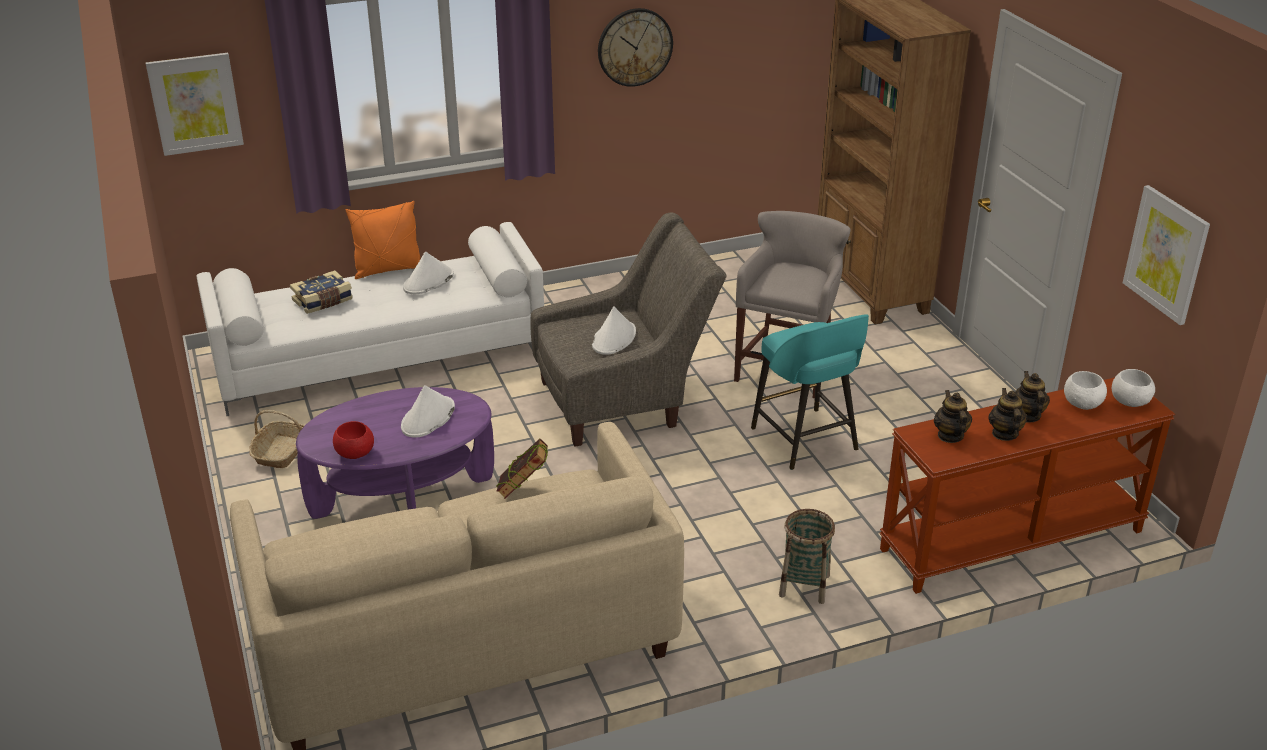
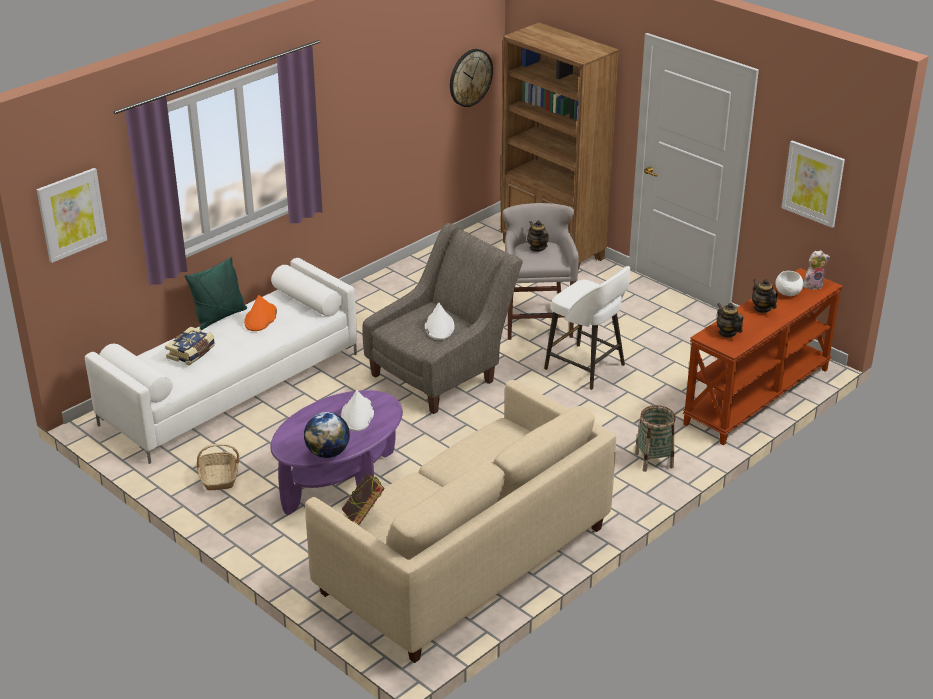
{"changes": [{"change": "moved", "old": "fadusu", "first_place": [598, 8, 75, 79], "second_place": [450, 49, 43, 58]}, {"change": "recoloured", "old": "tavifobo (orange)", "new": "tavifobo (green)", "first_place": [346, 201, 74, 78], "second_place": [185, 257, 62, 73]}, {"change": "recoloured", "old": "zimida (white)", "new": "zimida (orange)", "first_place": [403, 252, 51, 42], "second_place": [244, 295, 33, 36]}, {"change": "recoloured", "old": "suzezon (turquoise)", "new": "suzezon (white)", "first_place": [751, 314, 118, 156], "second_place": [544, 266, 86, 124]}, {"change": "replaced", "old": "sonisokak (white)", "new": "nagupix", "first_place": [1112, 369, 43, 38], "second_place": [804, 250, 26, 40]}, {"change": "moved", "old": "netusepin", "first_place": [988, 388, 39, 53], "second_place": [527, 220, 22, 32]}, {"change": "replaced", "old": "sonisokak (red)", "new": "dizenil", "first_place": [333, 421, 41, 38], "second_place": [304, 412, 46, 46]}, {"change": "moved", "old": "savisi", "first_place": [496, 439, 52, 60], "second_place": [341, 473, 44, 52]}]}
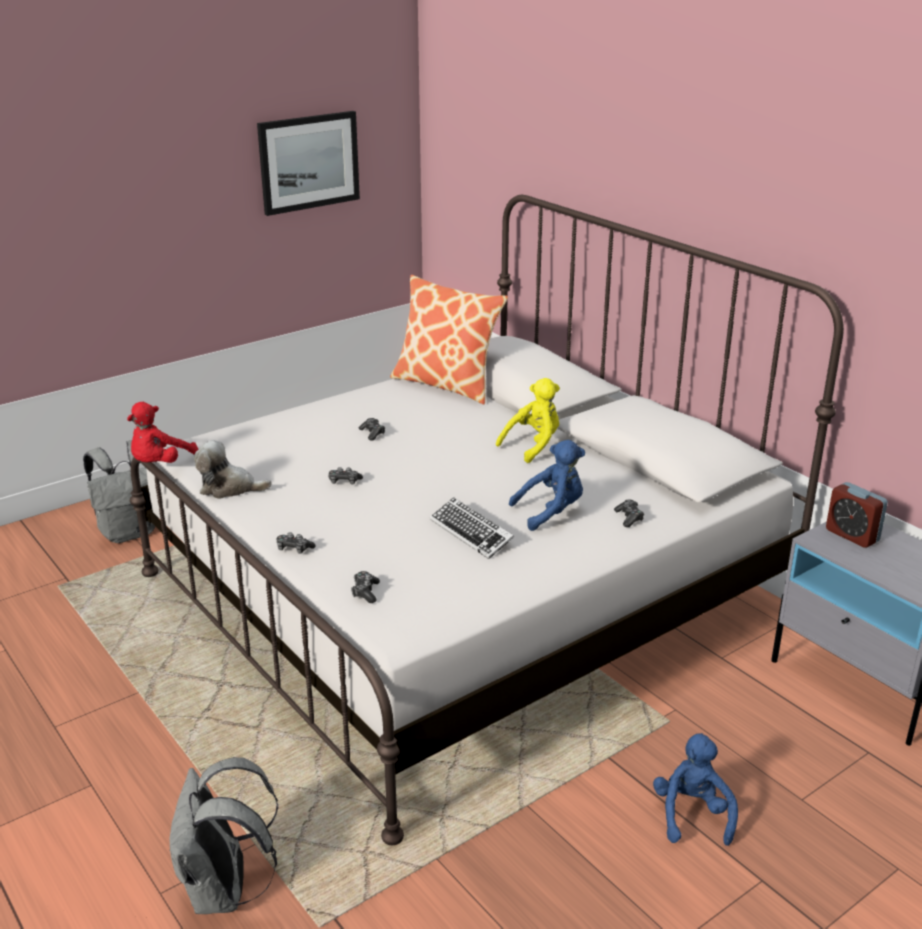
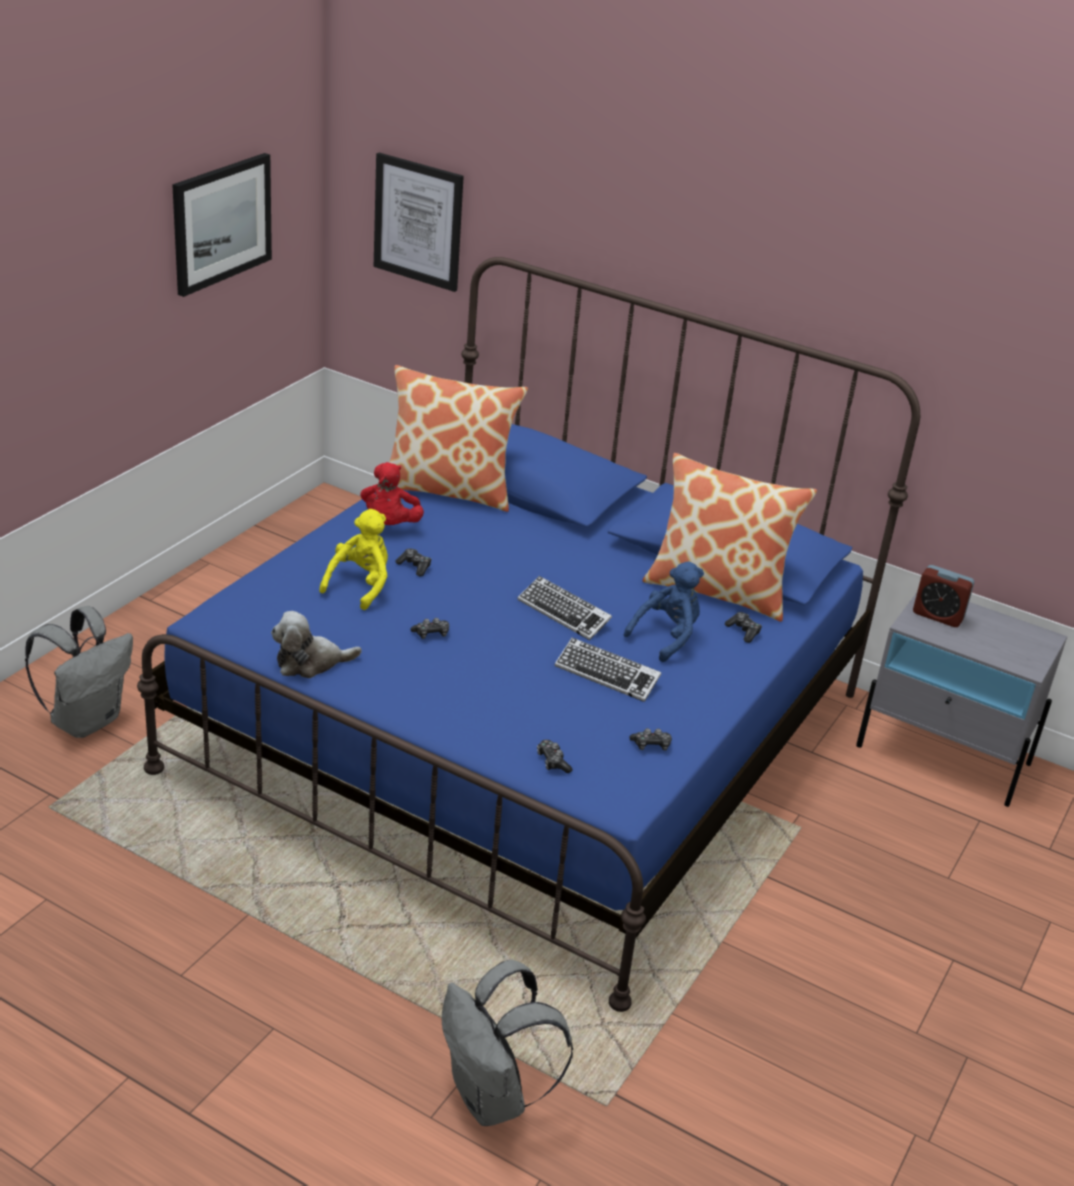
{"changes": [{"change": "recoloured", "old": "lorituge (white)", "new": "lorituge (blue)", "first_place": [130, 195, 714, 650], "second_place": [137, 257, 783, 755]}, {"change": "moved", "old": "nagupix (yellow)", "first_place": [496, 378, 64, 85], "second_place": [319, 509, 69, 101]}, {"change": "moved", "old": "nagupix (red)", "first_place": [127, 402, 72, 61], "second_place": [360, 462, 64, 63]}, {"change": "moved", "old": "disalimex", "first_place": [277, 532, 39, 22], "second_place": [629, 728, 43, 23]}, {"change": "removed", "old": "nagupix (blue)", "first_place": [653, 733, 85, 113]}, {"change": "added", "new": "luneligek", "second_place": [374, 153, 90, 139]}, {"change": "added", "new": "tavifobo", "second_place": [642, 453, 175, 169]}, {"change": "added", "new": "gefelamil", "second_place": [517, 576, 95, 64]}]}
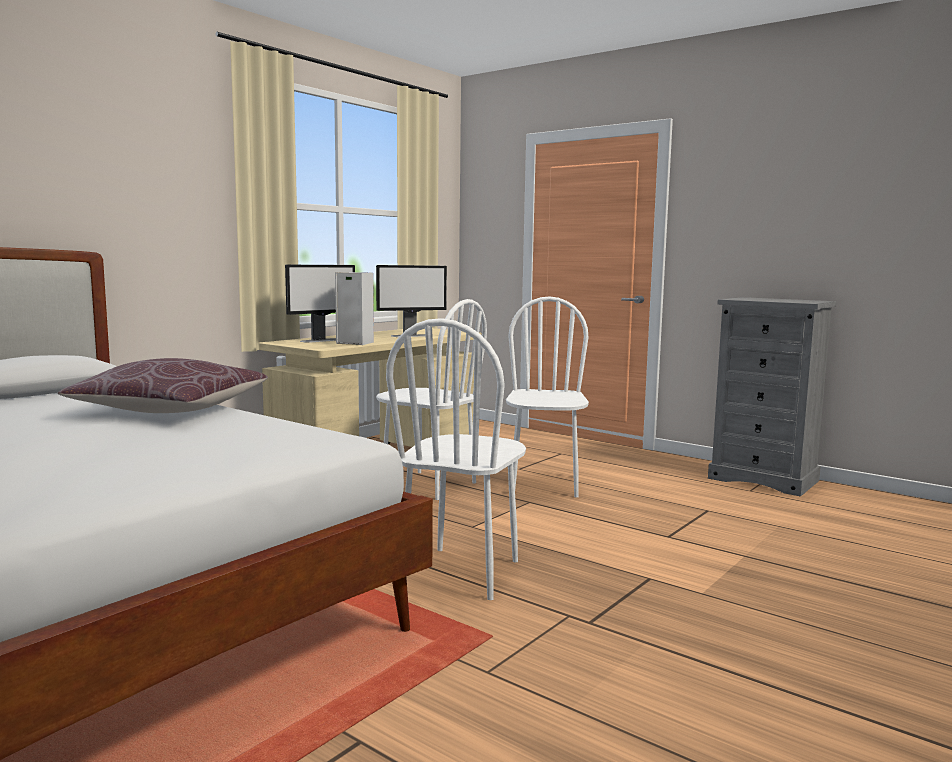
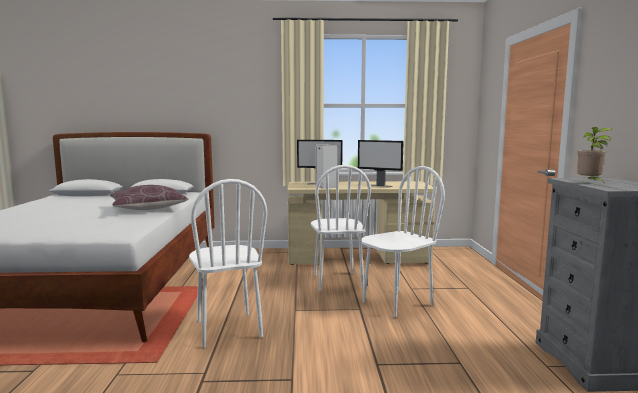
{"changes": [{"change": "turned", "old": "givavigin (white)", "first_place": [386, 318, 140, 282], "second_place": [189, 179, 79, 169], "degrees": -90}, {"change": "added", "new": "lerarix", "second_place": [577, 127, 35, 57]}]}
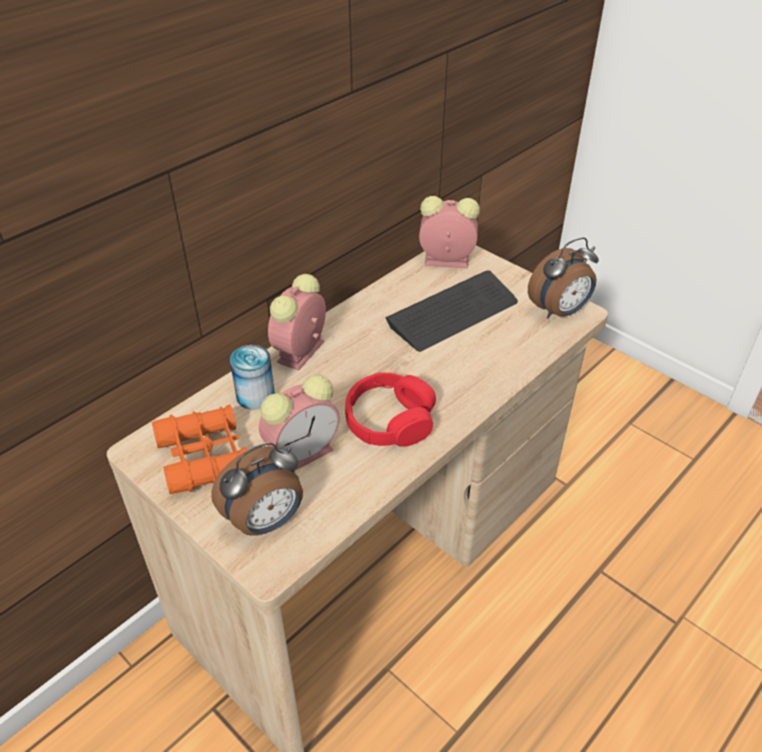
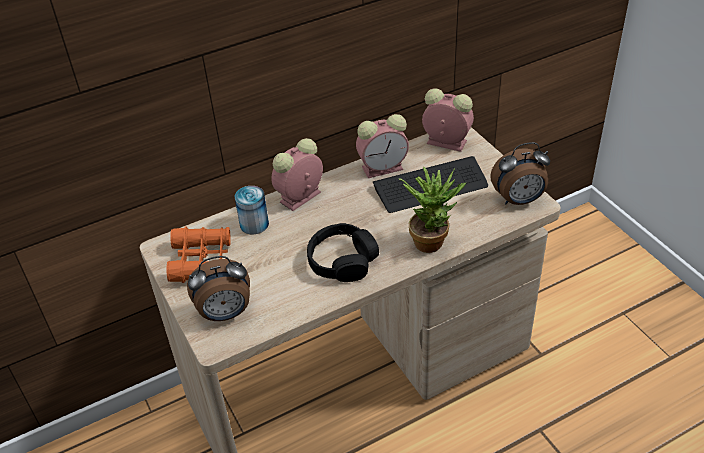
{"changes": [{"change": "recoloured", "old": "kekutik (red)", "new": "kekutik (black)", "first_place": [345, 372, 91, 75], "second_place": [307, 223, 72, 59]}, {"change": "moved", "old": "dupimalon", "first_place": [259, 375, 81, 95], "second_place": [356, 114, 53, 64]}, {"change": "added", "new": "lerarix", "second_place": [399, 167, 68, 86]}]}
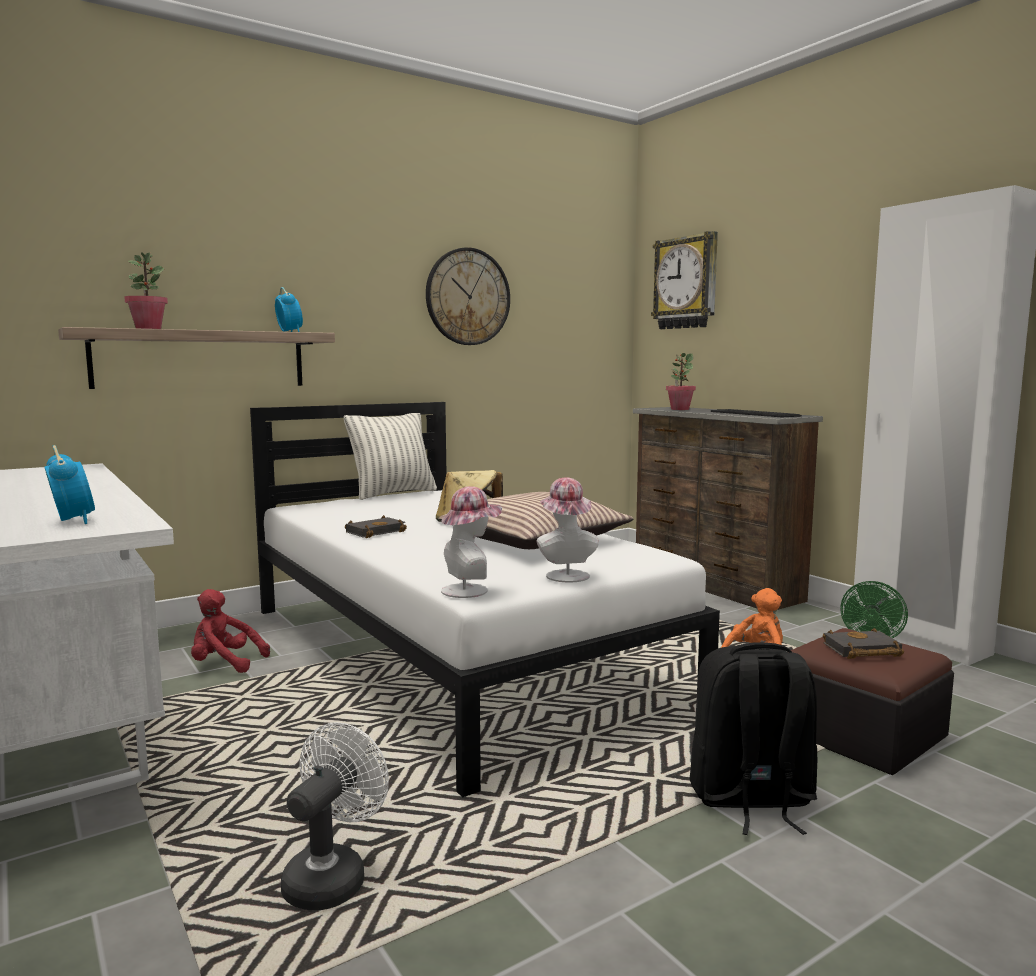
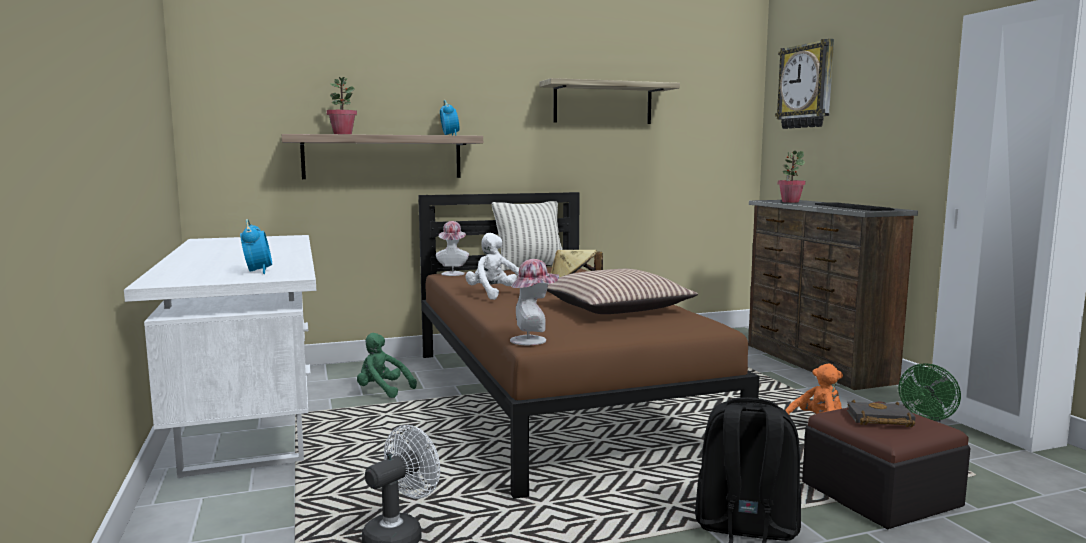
{"changes": [{"change": "replaced", "old": "fadusu", "new": "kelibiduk", "first_place": [426, 247, 84, 98], "second_place": [540, 78, 140, 46]}, {"change": "recoloured", "old": "lorituge (white)", "new": "lorituge (brown)", "first_place": [250, 402, 470, 396], "second_place": [418, 192, 341, 307]}, {"change": "moved", "old": "zimida", "first_place": [536, 477, 63, 105], "second_place": [436, 221, 33, 55]}, {"change": "replaced", "old": "savisi (black)", "new": "nagupix (white)", "first_place": [345, 515, 62, 23], "second_place": [465, 233, 54, 67]}, {"change": "recoloured", "old": "nagupix (red)", "new": "nagupix (green)", "first_place": [191, 589, 79, 84], "second_place": [357, 333, 60, 65]}]}
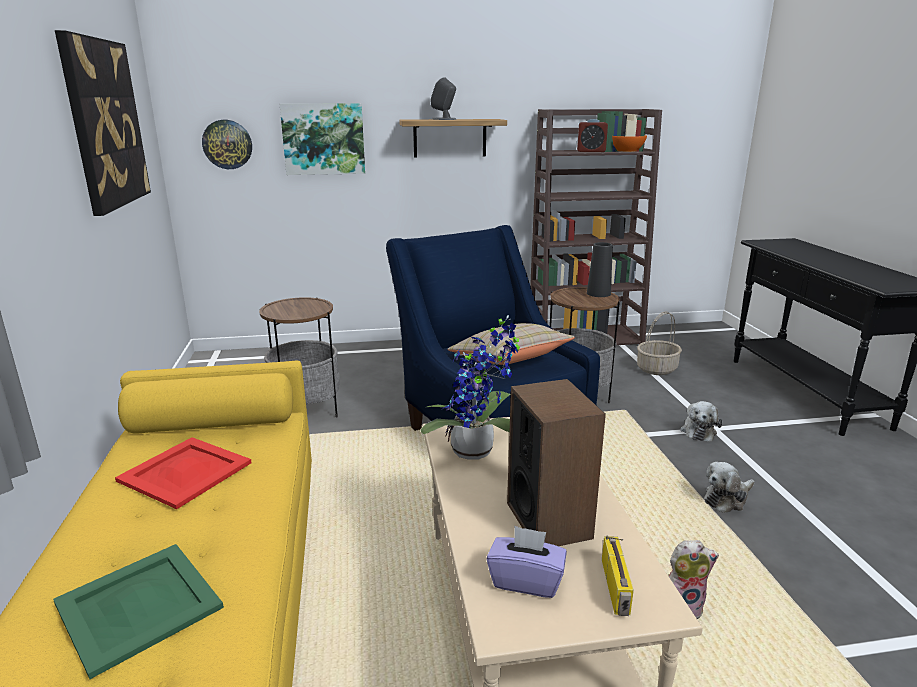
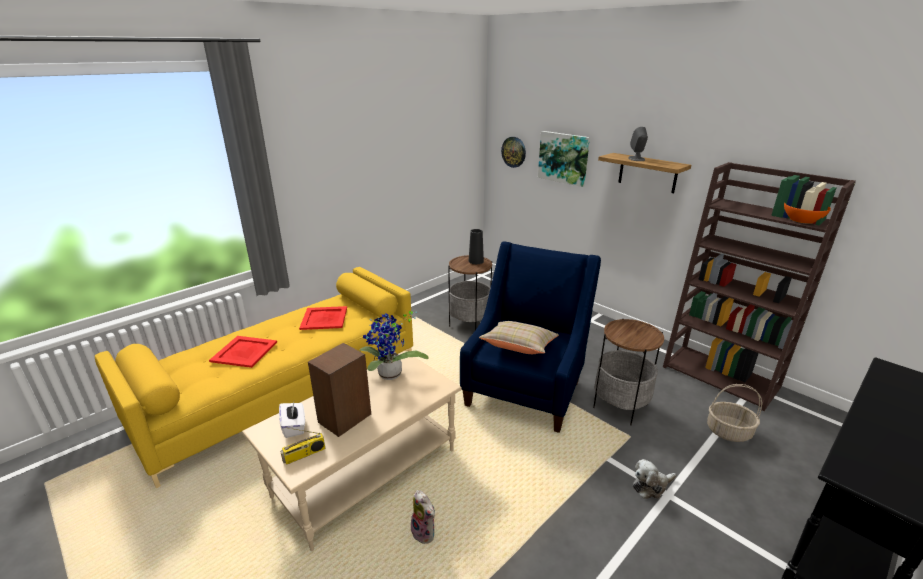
{"changes": [{"change": "removed", "old": "luneligek", "first_place": [55, 30, 96, 186]}, {"change": "removed", "old": "dupimalon", "first_place": [577, 119, 31, 33]}, {"change": "moved", "old": "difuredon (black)", "first_place": [587, 242, 26, 55], "second_place": [469, 229, 15, 35]}, {"change": "removed", "old": "nagupix", "first_place": [704, 462, 51, 51]}, {"change": "recoloured", "old": "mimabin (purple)", "new": "mimabin (white)", "first_place": [486, 526, 81, 72], "second_place": [279, 403, 26, 35]}, {"change": "recoloured", "old": "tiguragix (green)", "new": "tiguragix (red)", "first_place": [53, 544, 171, 135], "second_place": [209, 336, 68, 32]}]}
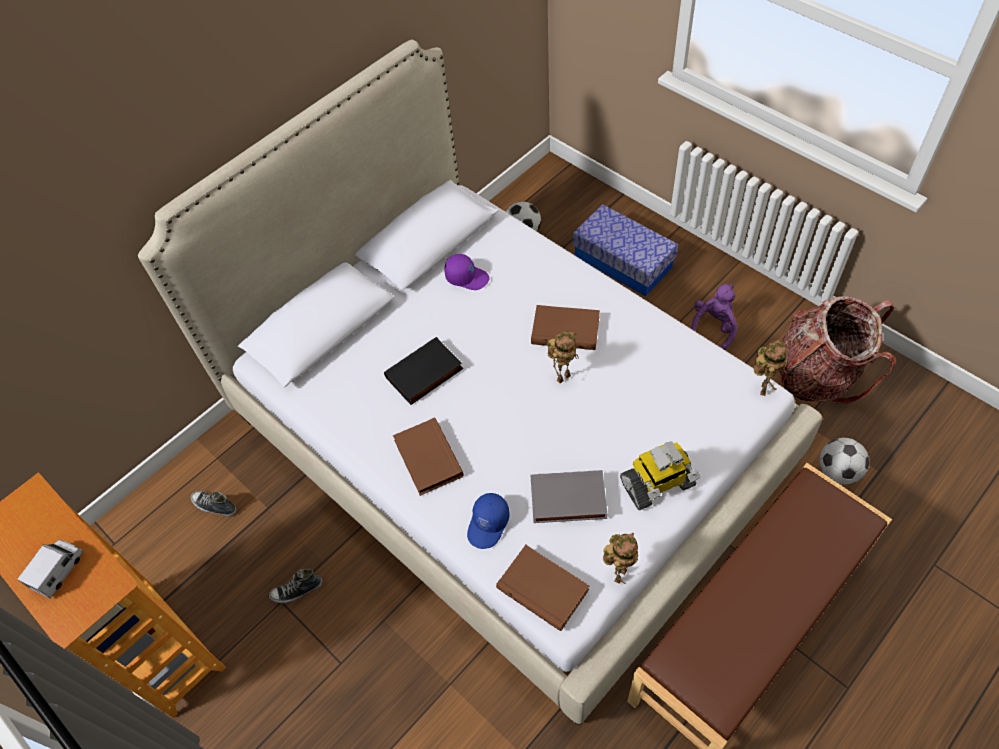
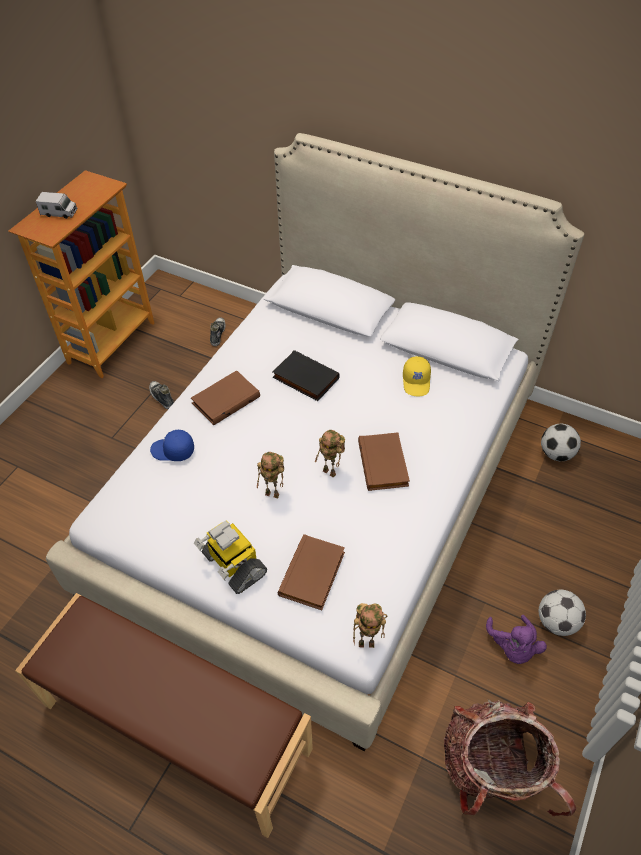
{"changes": [{"change": "removed", "old": "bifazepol", "first_place": [573, 204, 105, 93]}, {"change": "recoloured", "old": "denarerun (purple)", "new": "denarerun (yellow)", "first_place": [444, 254, 46, 36], "second_place": [403, 356, 28, 40]}, {"change": "turned", "old": "nagupix (purple)", "first_place": [691, 284, 47, 66], "second_place": [486, 615, 61, 49], "degrees": 75}, {"change": "moved", "old": "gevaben", "first_place": [819, 438, 50, 46], "second_place": [539, 590, 47, 46]}, {"change": "removed", "old": "savisi (grey)", "first_place": [531, 470, 77, 53]}, {"change": "moved", "old": "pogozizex", "first_place": [603, 533, 35, 51], "second_place": [257, 452, 27, 46]}, {"change": "moved", "old": "savisi (brown)", "first_place": [496, 545, 93, 86], "second_place": [278, 534, 67, 76]}]}
